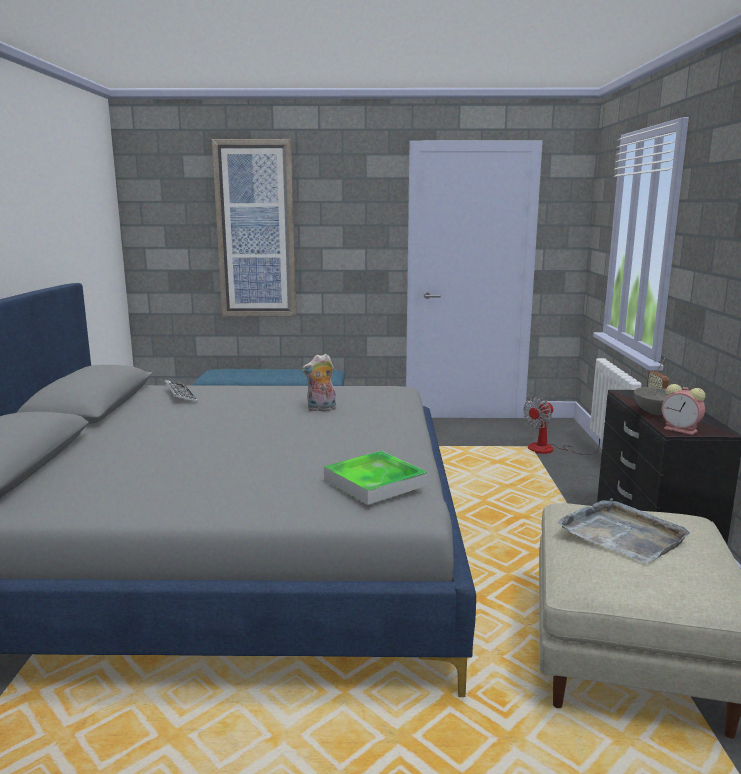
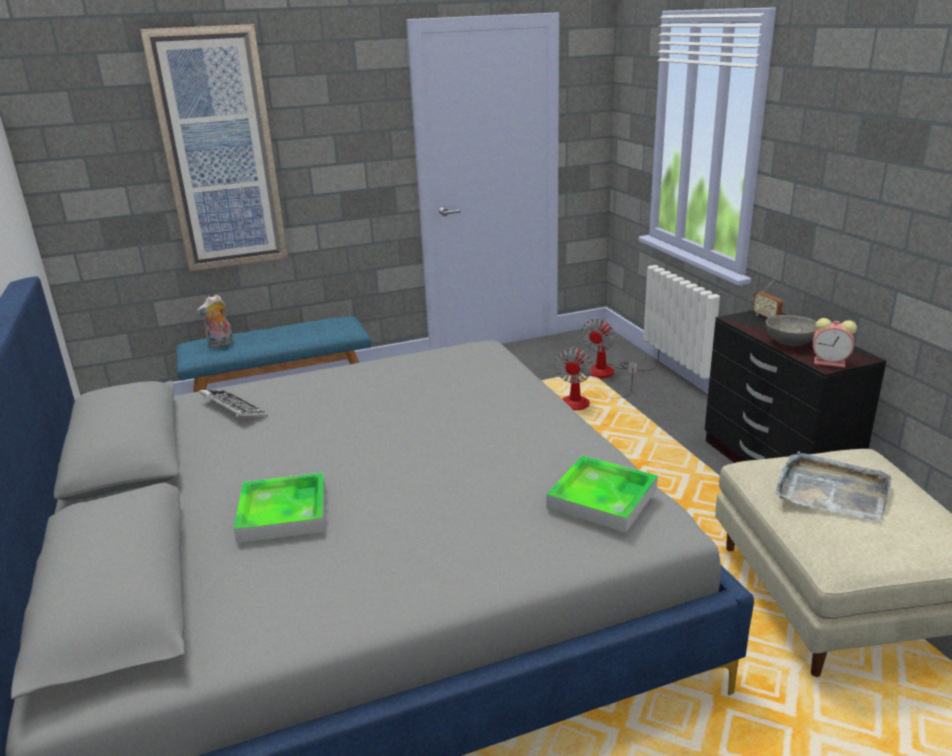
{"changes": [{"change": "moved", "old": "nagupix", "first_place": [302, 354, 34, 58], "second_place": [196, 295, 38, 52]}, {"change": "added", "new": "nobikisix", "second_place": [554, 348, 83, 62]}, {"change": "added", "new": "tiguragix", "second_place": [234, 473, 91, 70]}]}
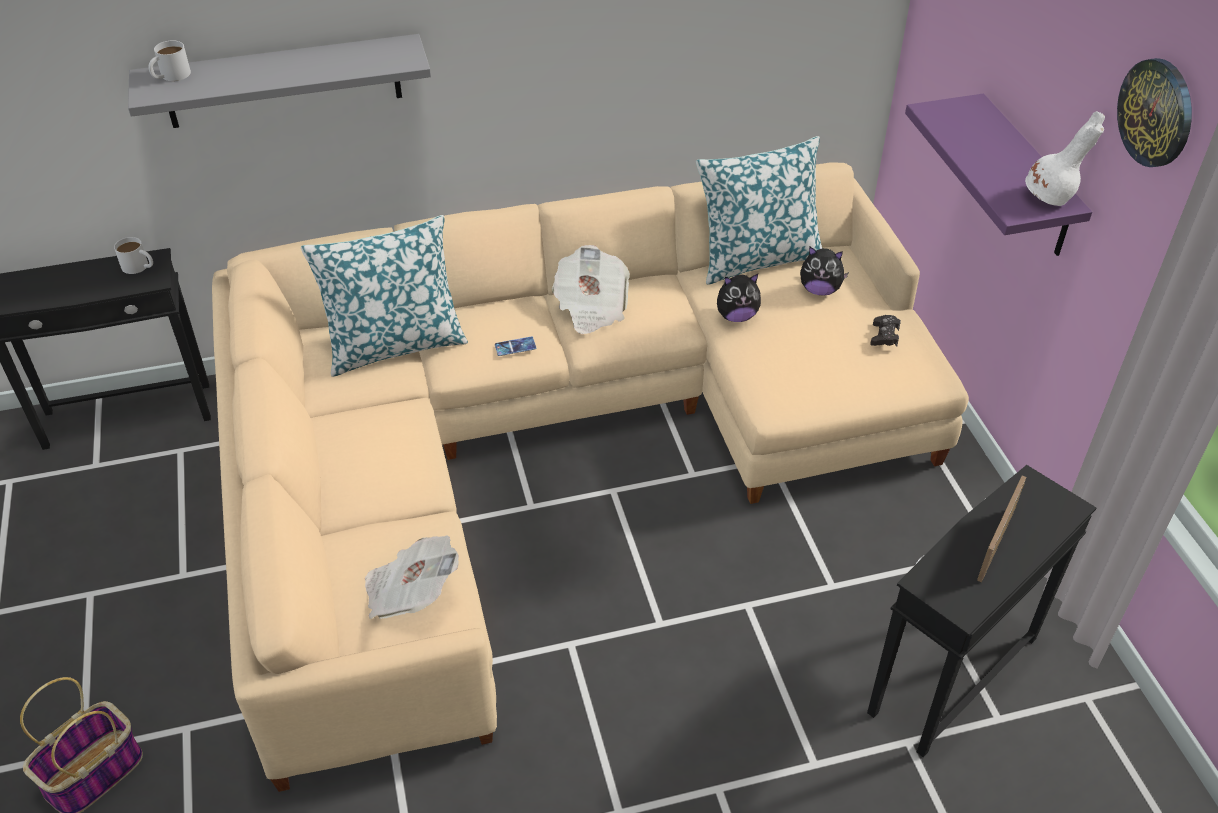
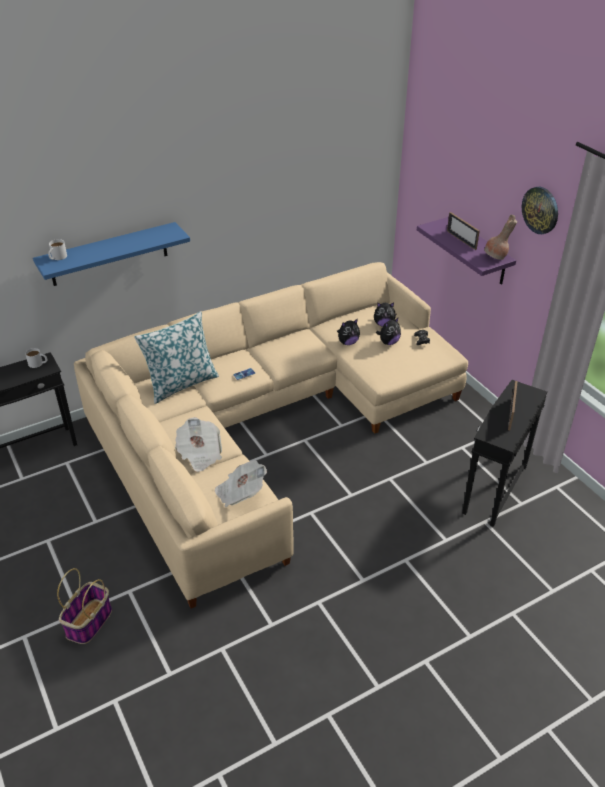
{"changes": [{"change": "recoloured", "old": "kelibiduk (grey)", "new": "kelibiduk (blue)", "first_place": [128, 34, 303, 94], "second_place": [33, 222, 157, 64]}, {"change": "recoloured", "old": "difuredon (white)", "new": "difuredon (brown)", "first_place": [1025, 111, 80, 95], "second_place": [484, 215, 33, 45]}, {"change": "removed", "old": "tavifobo", "first_place": [696, 136, 126, 149]}, {"change": "moved", "old": "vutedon", "first_place": [552, 245, 78, 89], "second_place": [175, 417, 47, 55]}, {"change": "added", "new": "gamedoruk", "second_place": [447, 212, 33, 38]}, {"change": "added", "new": "nagupix", "second_place": [376, 317, 25, 28]}]}
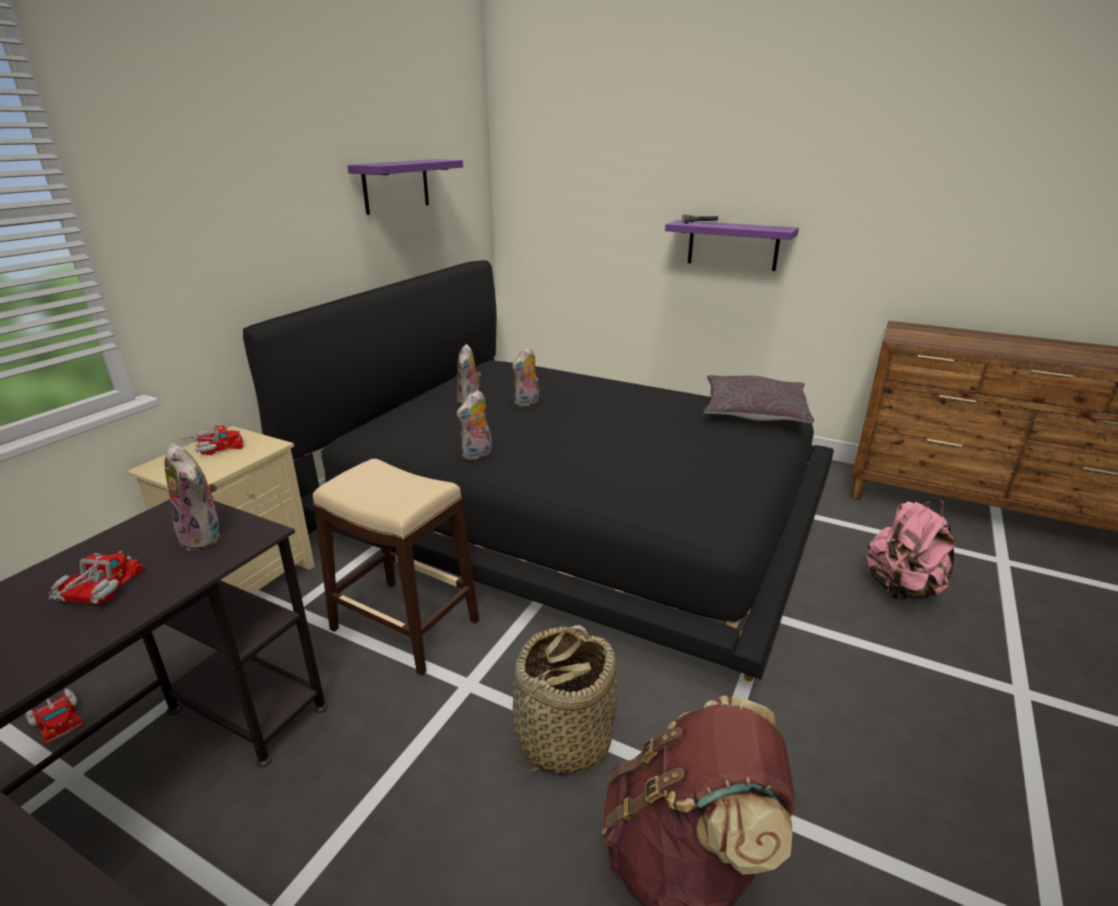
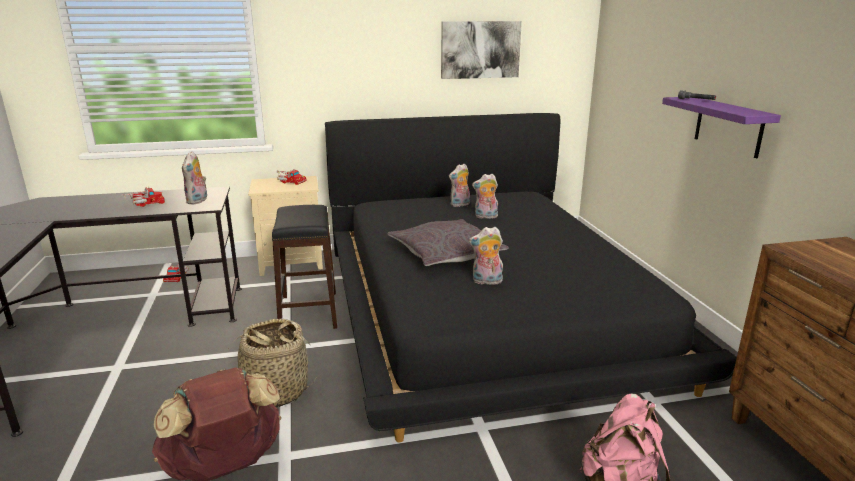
{"changes": [{"change": "replaced", "old": "kelibiduk (purple)", "new": "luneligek", "first_place": [347, 159, 116, 56], "second_place": [441, 21, 81, 58]}, {"change": "moved", "old": "tavifobo (grey)", "first_place": [704, 375, 110, 48], "second_place": [387, 219, 122, 47]}, {"change": "moved", "old": "nagupix", "first_place": [457, 390, 35, 70], "second_place": [469, 227, 34, 58]}, {"change": "recoloured", "old": "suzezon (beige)", "new": "suzezon (black)", "first_place": [313, 459, 166, 216], "second_place": [272, 205, 65, 124]}]}
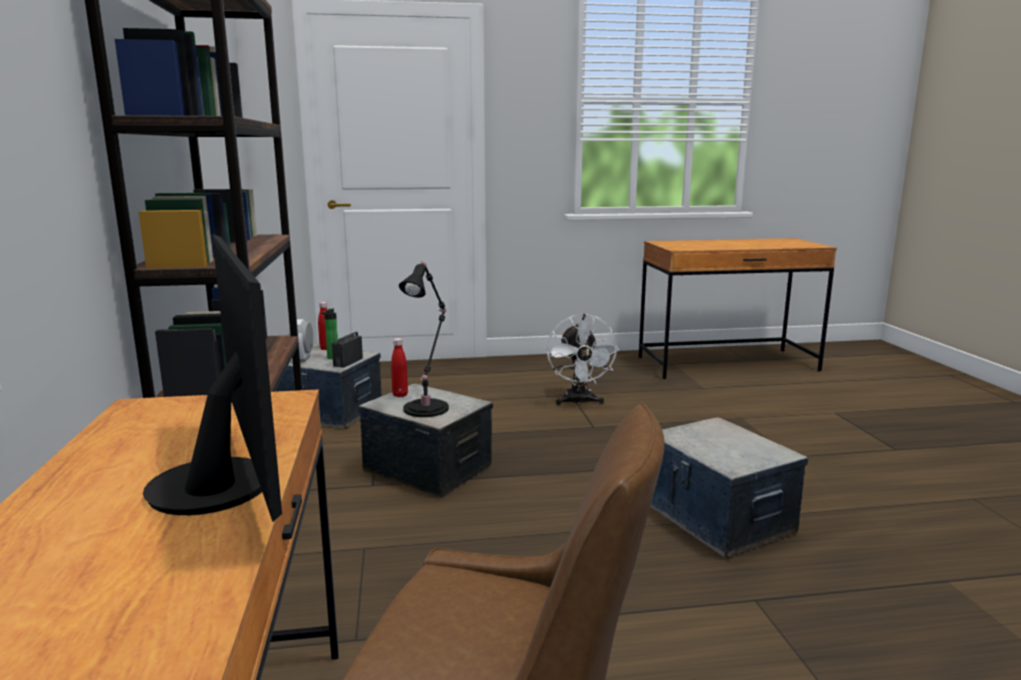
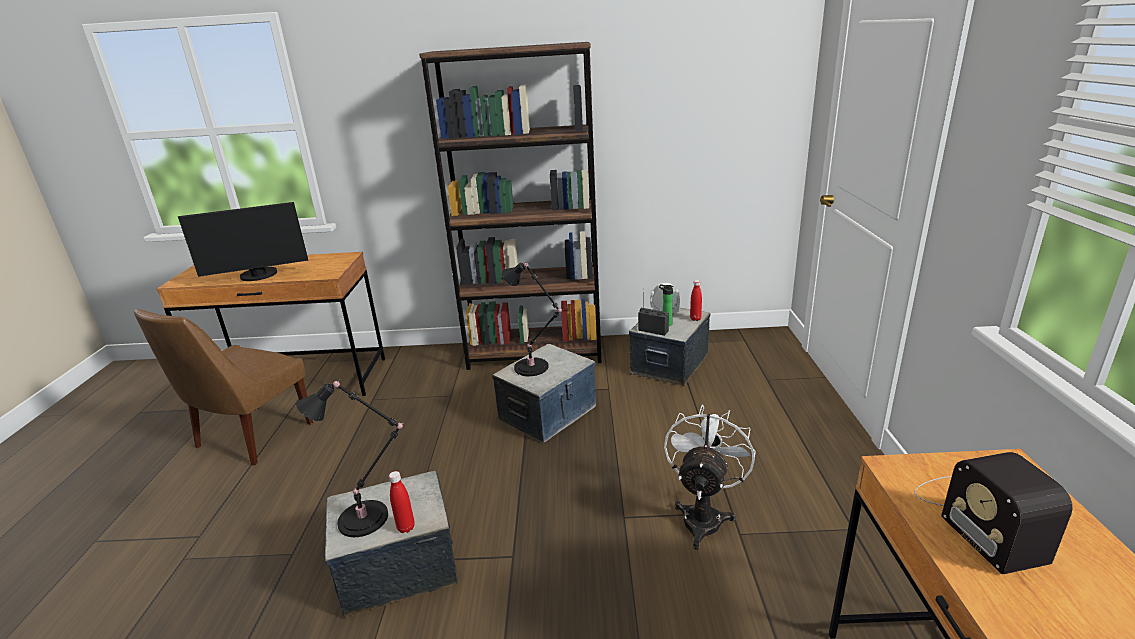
{"changes": [{"change": "turned", "old": "nobikisix (white)", "first_place": [547, 314, 73, 92], "second_place": [664, 405, 92, 145], "degrees": 105}, {"change": "moved", "old": "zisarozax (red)", "first_place": [391, 338, 17, 59], "second_place": [389, 471, 26, 62]}, {"change": "added", "new": "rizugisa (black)", "second_place": [296, 379, 108, 158]}, {"change": "added", "new": "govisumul", "second_place": [915, 452, 158, 122]}]}
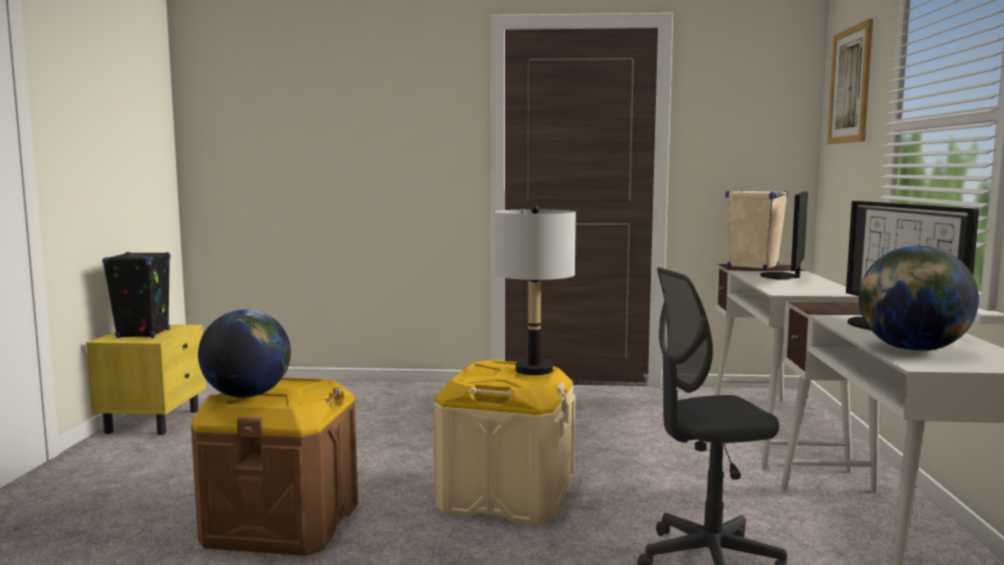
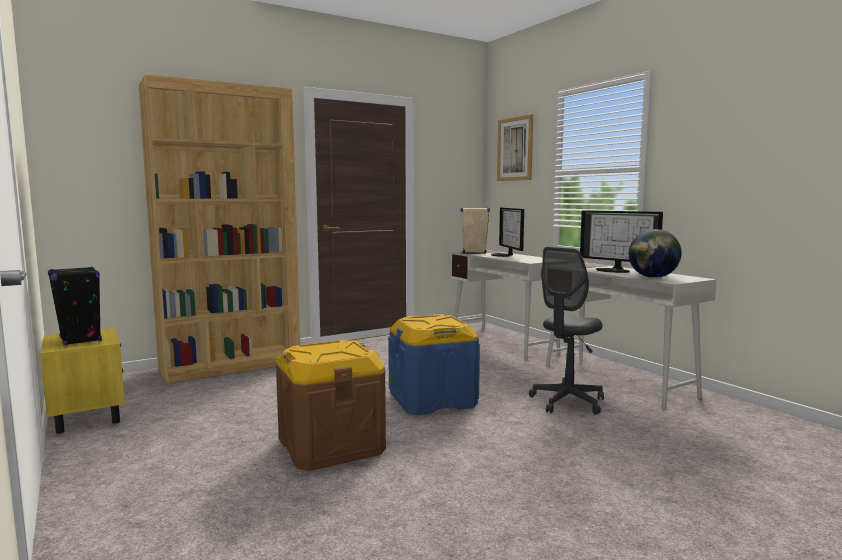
{"changes": [{"change": "removed", "old": "rizugisa (grey)", "first_place": [495, 205, 81, 170]}, {"change": "removed", "old": "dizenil", "first_place": [198, 310, 93, 88]}, {"change": "recoloured", "old": "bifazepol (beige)", "new": "bifazepol (blue)", "first_place": [433, 360, 142, 166], "second_place": [388, 314, 92, 101]}, {"change": "added", "new": "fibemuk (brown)", "second_place": [139, 74, 161, 309]}]}
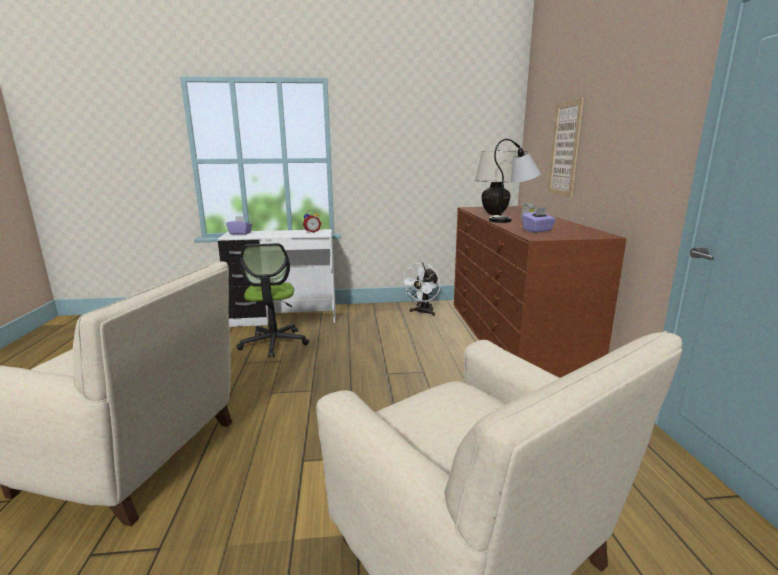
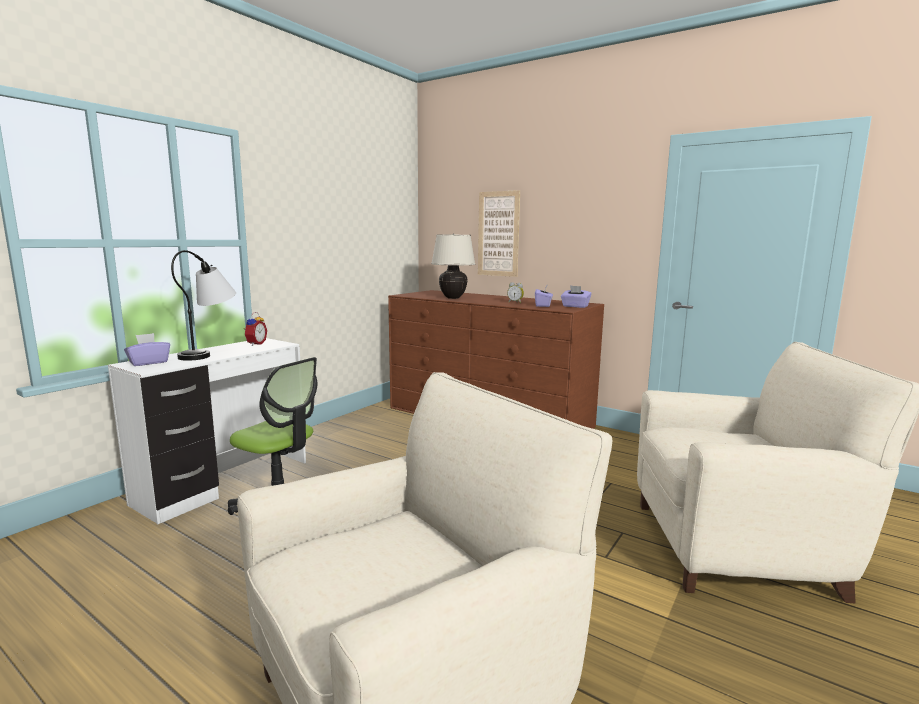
{"changes": [{"change": "moved", "old": "rizugisa", "first_place": [489, 139, 52, 84], "second_place": [171, 250, 65, 111]}, {"change": "removed", "old": "nobikisix (white)", "first_place": [401, 263, 40, 53]}, {"change": "added", "new": "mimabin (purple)", "second_place": [561, 285, 31, 23]}]}
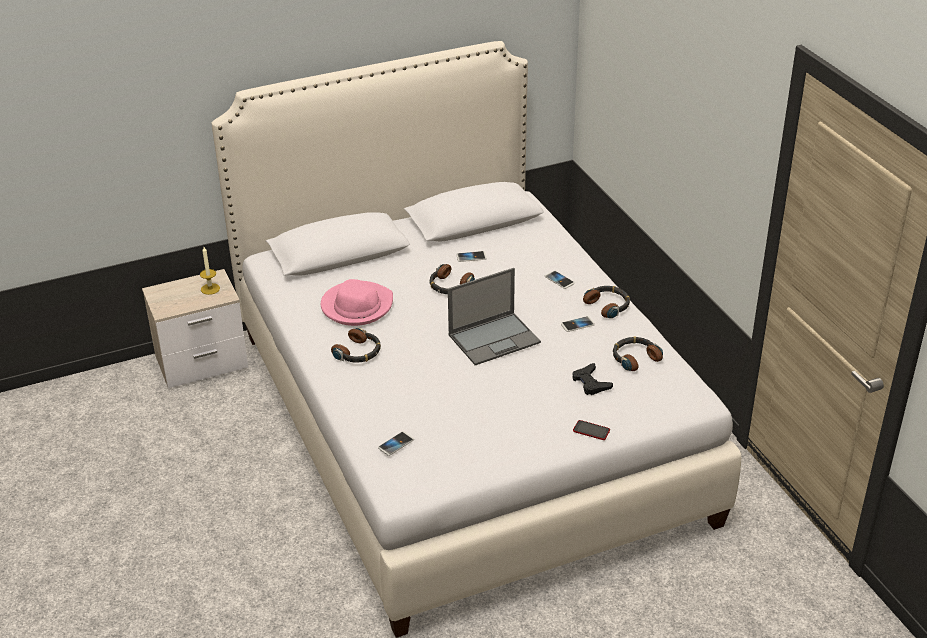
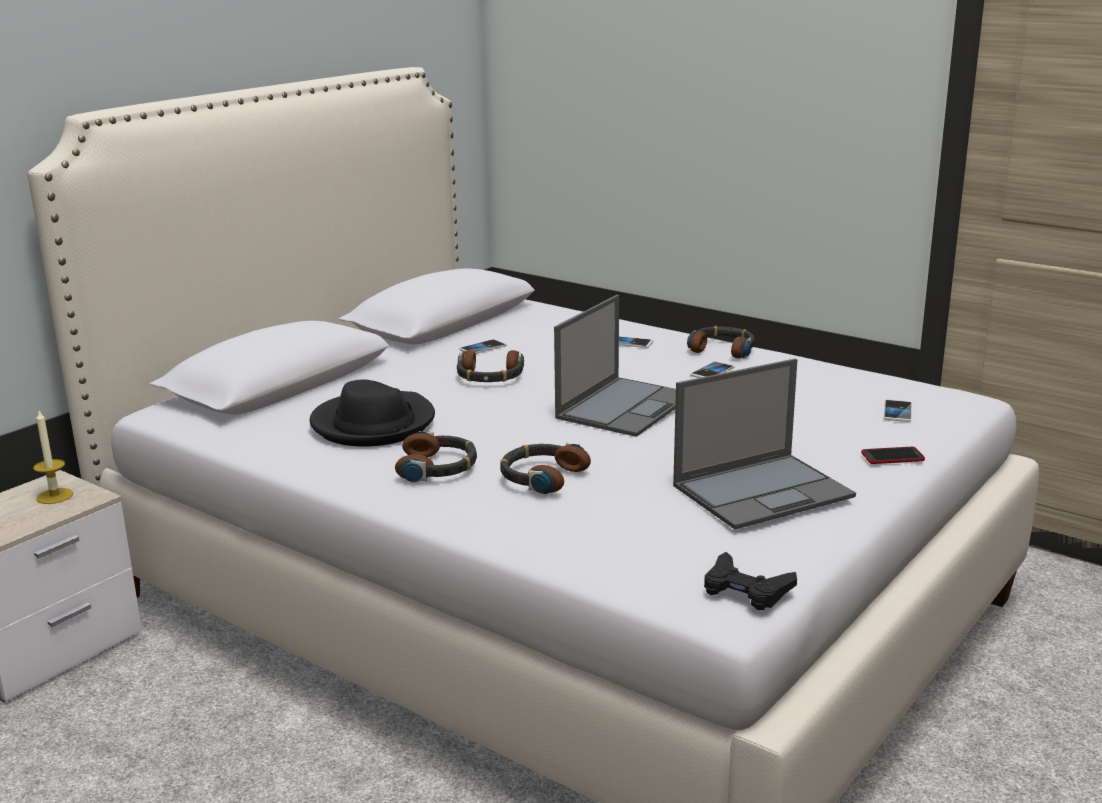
{"changes": [{"change": "recoloured", "old": "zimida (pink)", "new": "zimida (black)", "first_place": [321, 279, 72, 47], "second_place": [310, 380, 125, 67]}, {"change": "moved", "old": "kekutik", "first_place": [613, 336, 50, 35], "second_place": [500, 443, 91, 52]}, {"change": "moved", "old": "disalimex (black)", "first_place": [572, 363, 41, 32], "second_place": [704, 552, 93, 58]}, {"change": "moved", "old": "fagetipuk", "first_place": [378, 431, 36, 25], "second_place": [884, 399, 27, 23]}, {"change": "added", "new": "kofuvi", "second_place": [673, 358, 183, 172]}]}
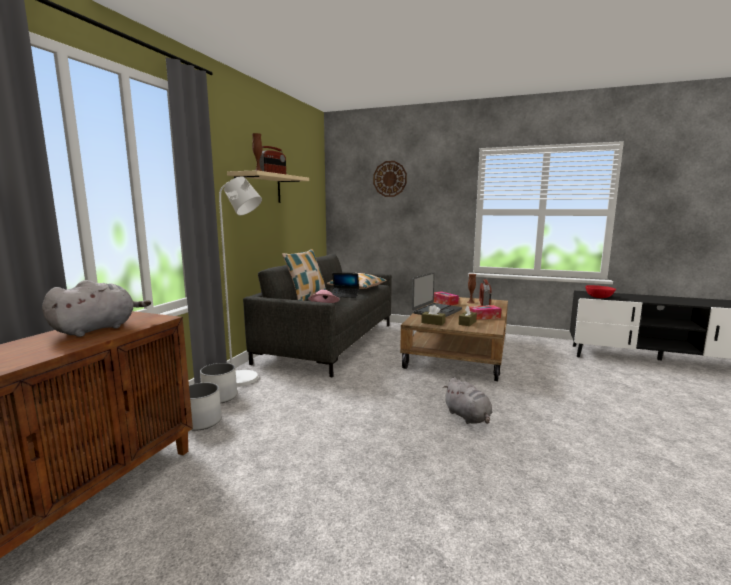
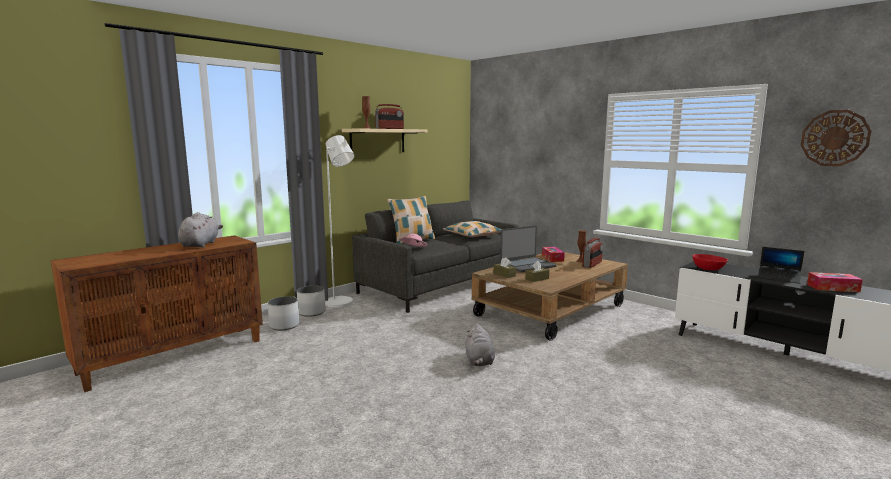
{"changes": [{"change": "moved", "old": "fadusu", "first_place": [373, 161, 34, 36], "second_place": [801, 110, 71, 56]}, {"change": "moved", "old": "kofuvi", "first_place": [332, 273, 27, 25], "second_place": [758, 247, 46, 37]}, {"change": "turned", "old": "nagupix (grey)", "first_place": [42, 280, 109, 57], "second_place": [178, 212, 45, 36], "degrees": -60}, {"change": "moved", "old": "mimabin", "first_place": [469, 305, 32, 15], "second_place": [807, 272, 56, 20]}]}
